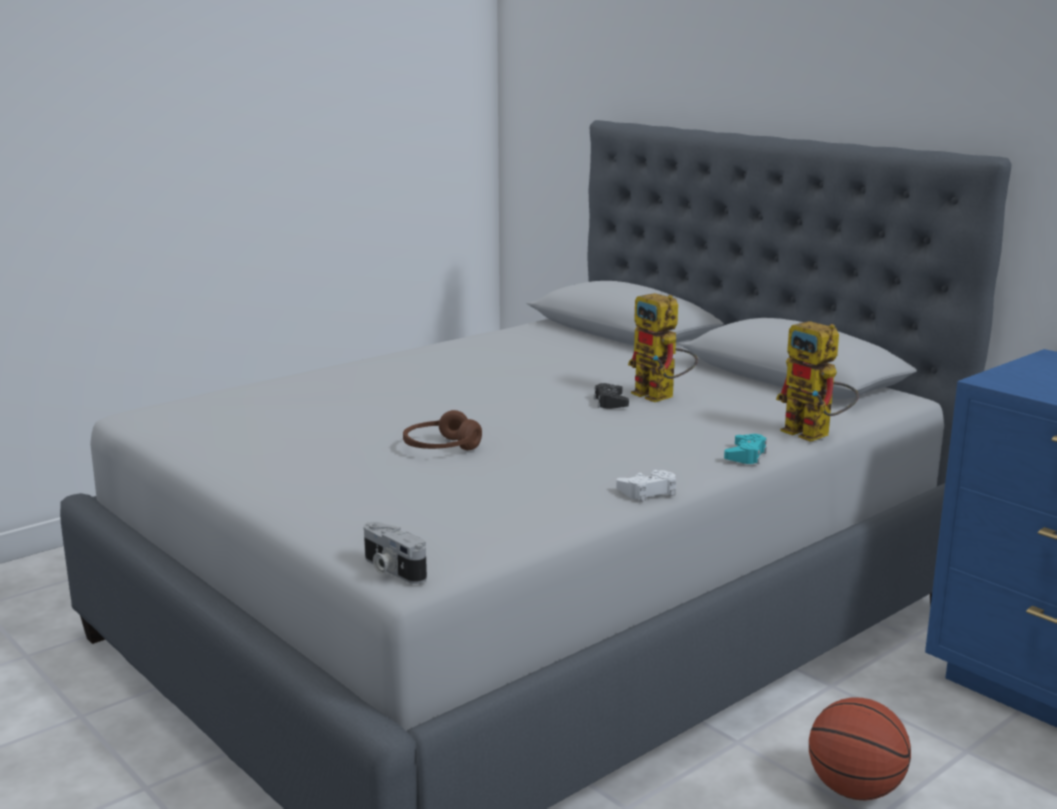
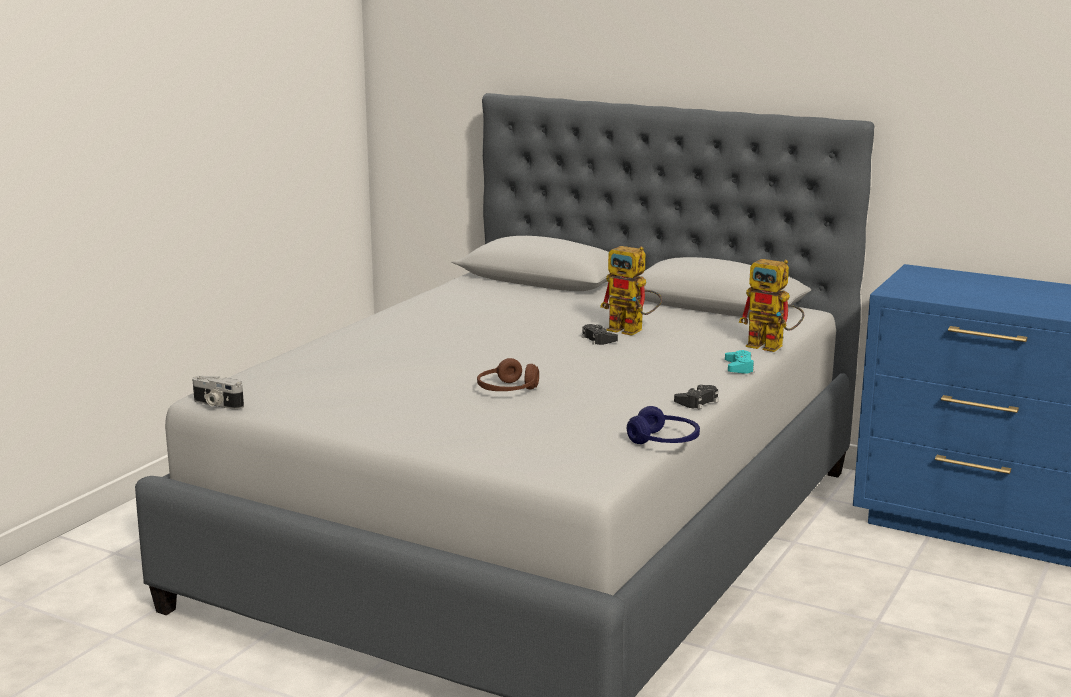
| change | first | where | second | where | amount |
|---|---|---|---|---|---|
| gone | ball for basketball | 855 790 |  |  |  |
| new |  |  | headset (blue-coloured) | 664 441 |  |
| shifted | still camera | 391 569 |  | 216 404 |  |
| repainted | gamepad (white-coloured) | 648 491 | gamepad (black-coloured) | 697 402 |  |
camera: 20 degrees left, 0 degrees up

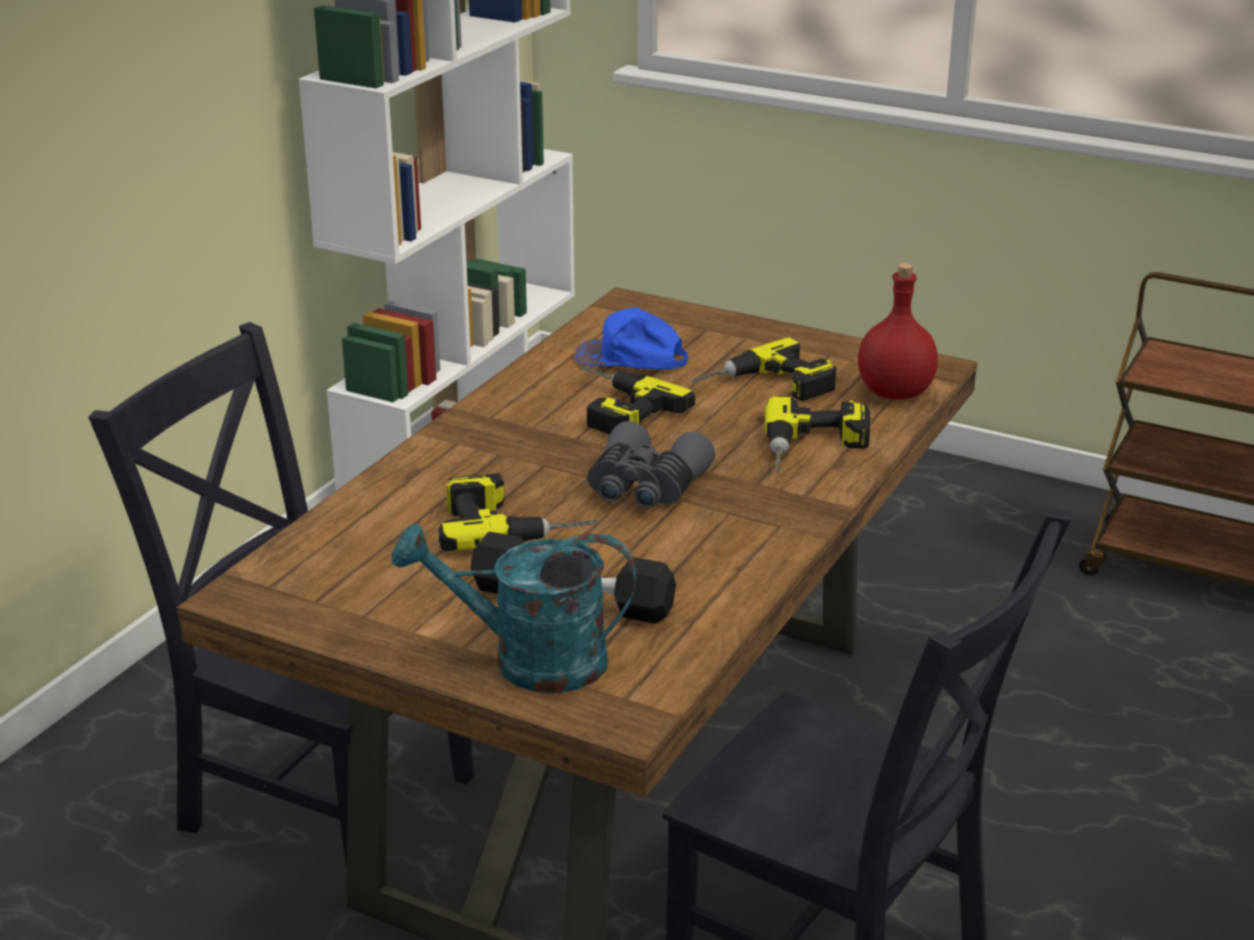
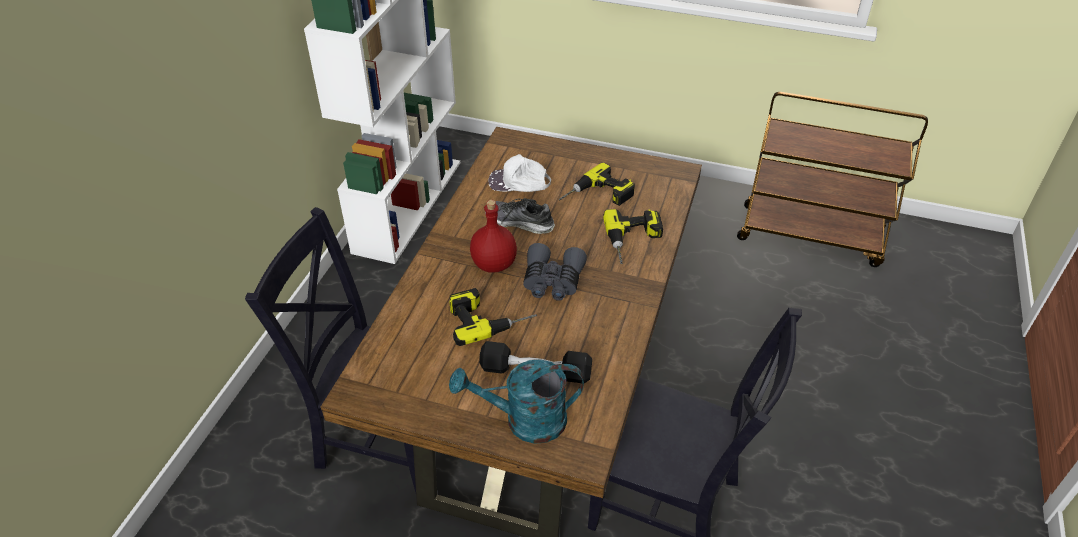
| change | first | where | second | where | amount |
|---|---|---|---|---|---|
| shifted | bottle (red-coloured) | 894 393 |  | 494 265 |  |
| swapped | drill | 612 408 | low shoe | 519 222 |  |
| repainted | baseball cap (blue-coloured) | 631 358 | baseball cap (white-coloured) | 519 182 |  |
camera: 10 degrees left, 15 degrees up

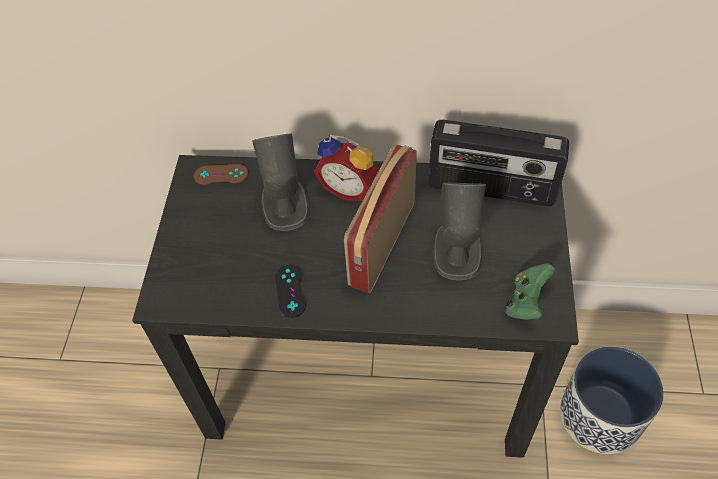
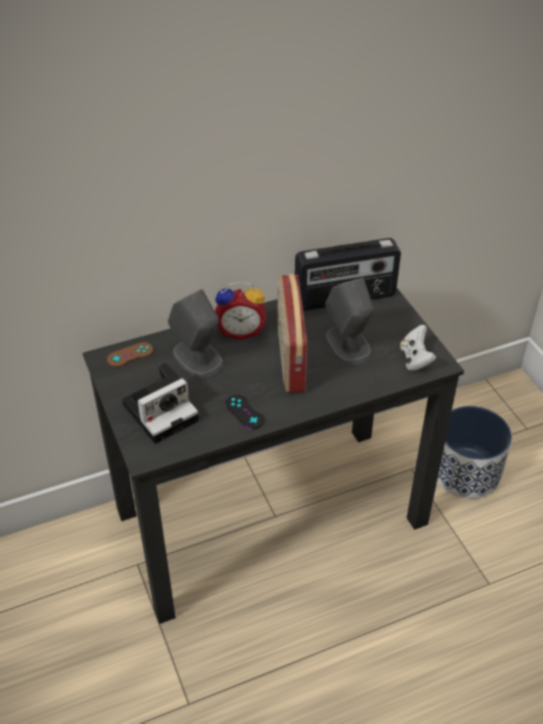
| change | first | where | second | where | amount |
|---|---|---|---|---|---|
| new |  |  | still camera | 162 410 |  |
| repainted | gamepad (green) | 526 302 | gamepad (white-coloured) | 415 359 |  |
camera: 30 degrees left, 10 degrees down

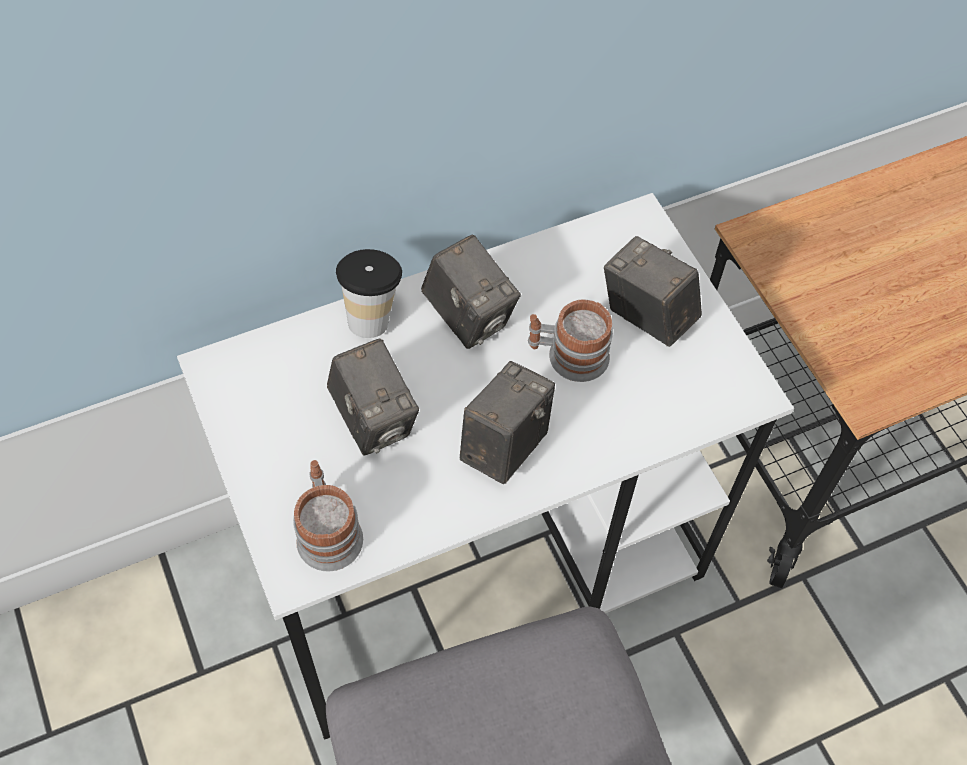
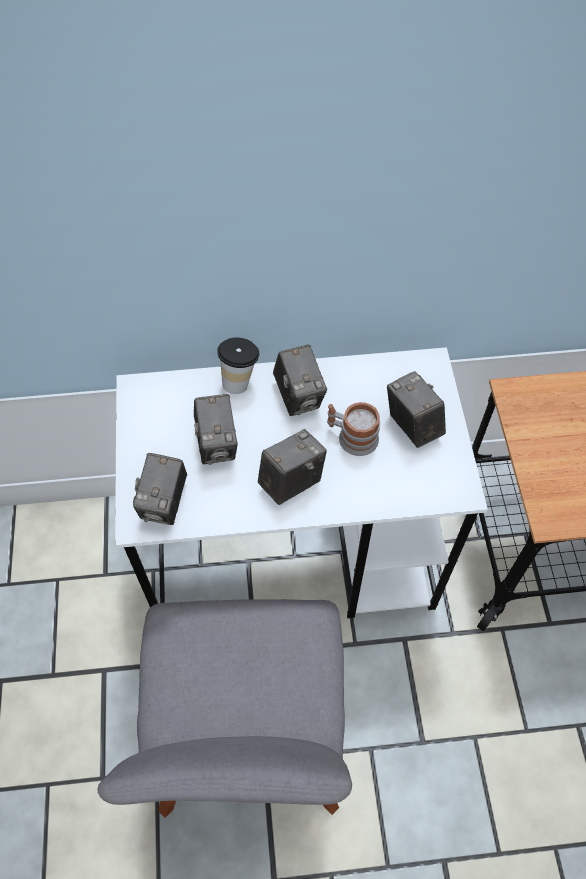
| change | first | where | second | where | amount |
|---|---|---|---|---|---|
| swapped | mug | 327 530 | still camera | 165 503 |  |
camera: 20 degrees right, 0 degrees up

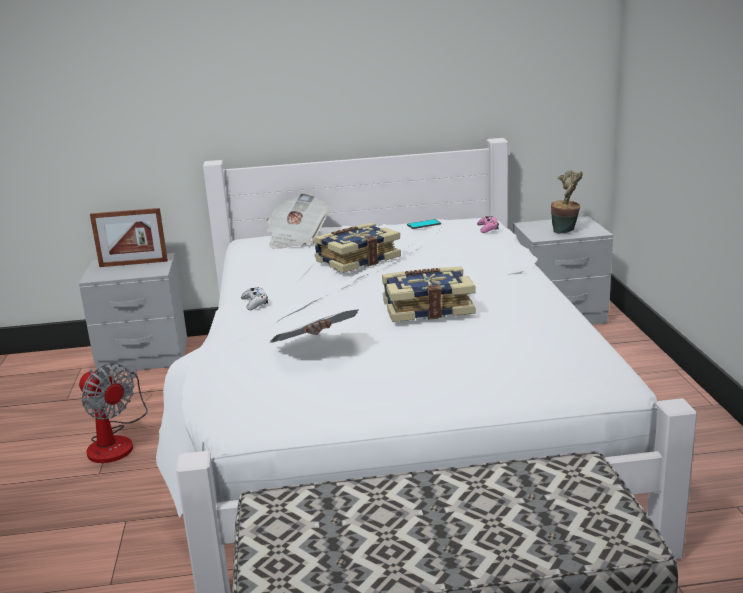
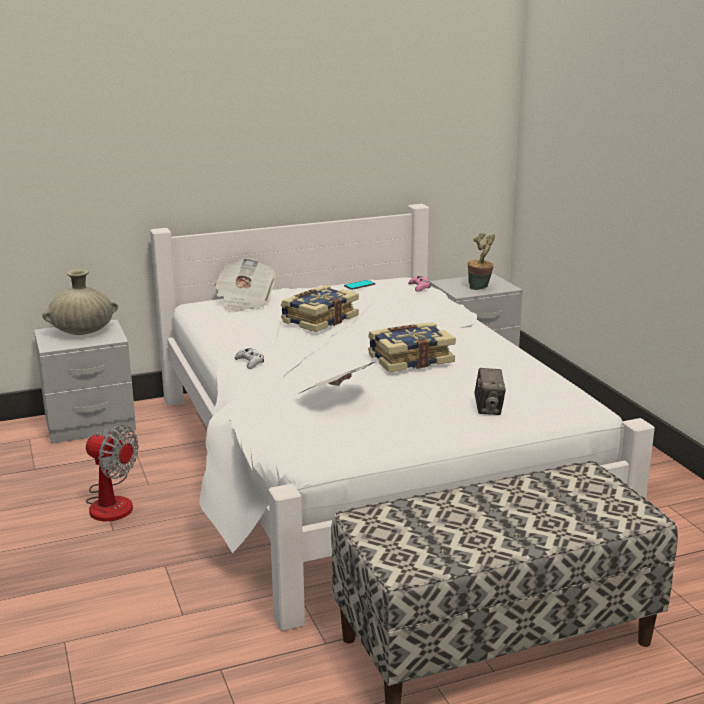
| change | first | where | second | where | amount |
|---|---|---|---|---|---|
| new |  |  | still camera | 489 409 |  |
| swapped | standing frame | 133 263 | flower vase (beige-coloured) | 82 331 |  |
camera: 15 degrees left, 0 degrees up

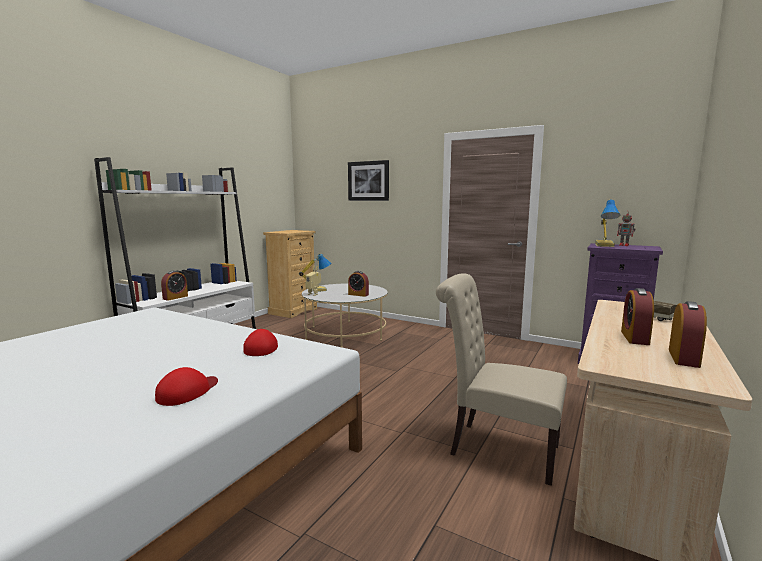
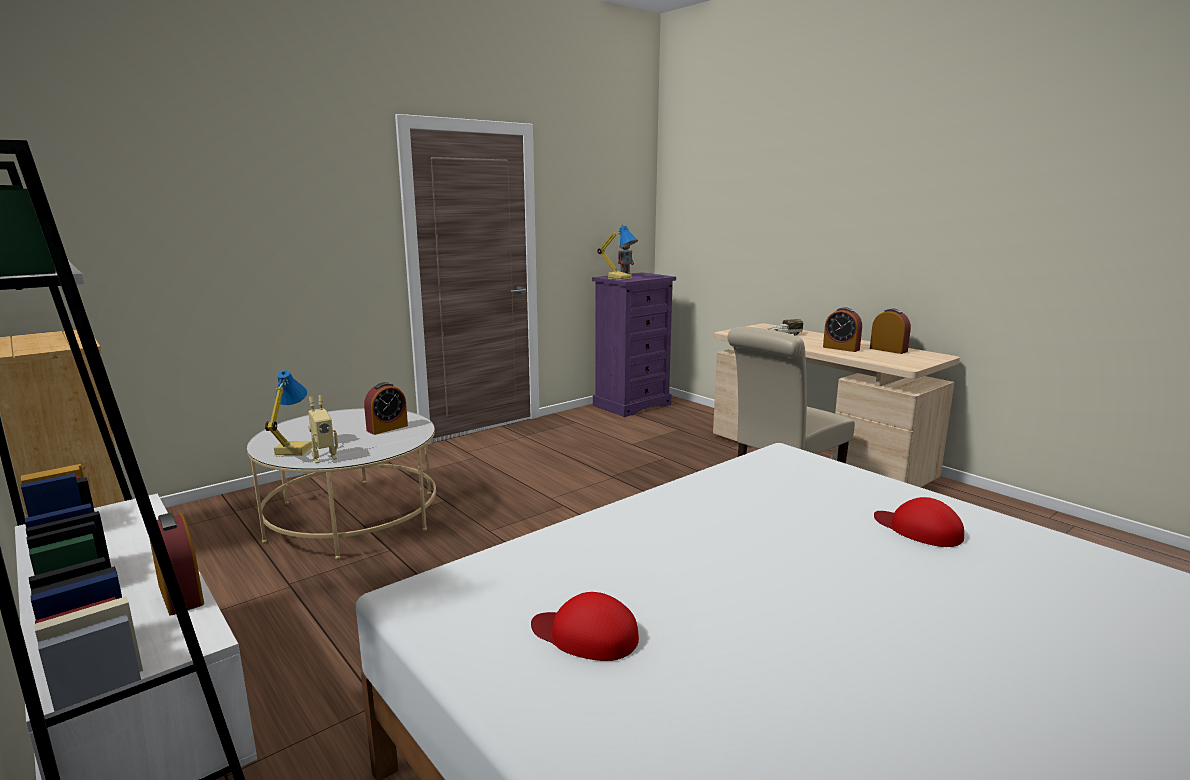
| change | first | where | second | where | amount |
|---|---|---|---|---|---|
| gone | wall art | 368 181 |  |  |  |
| shifted | baseball cap (red-coloured) | 262 347 |  | 585 635 |  |
camera: 70 degrees left, 5 degrees up

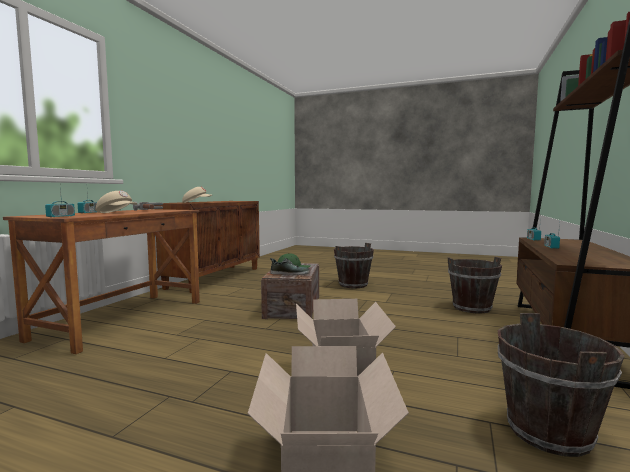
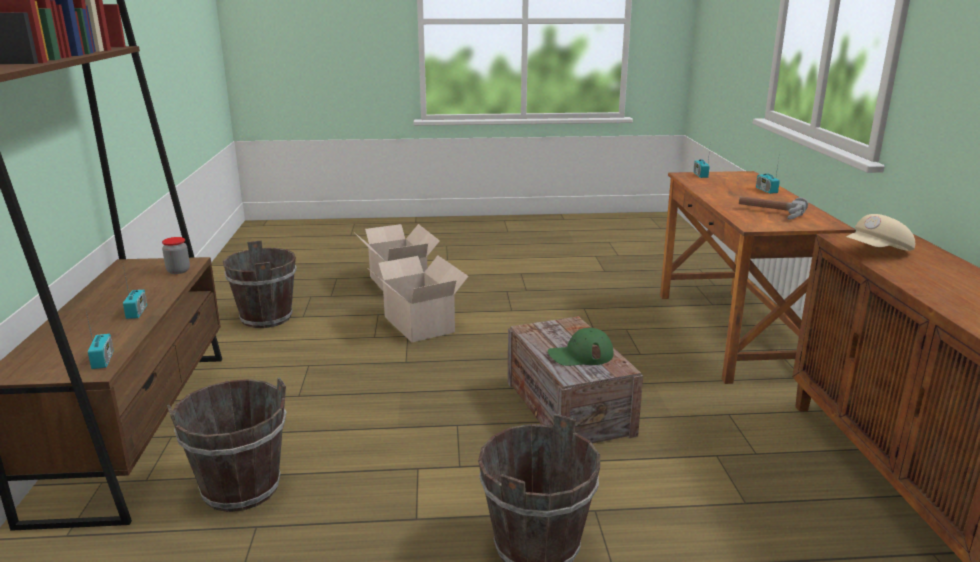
| change | first | where | second | where | amount |
|---|---|---|---|---|---|
| gone | baseball cap (beige-coloured) | 117 213 |  |  |  |
| gone | low shoe | 289 273 |  |  |  |
| new |  |  | storage jar | 178 271 |  |
camera: 155 degrees right, 15 degrees up

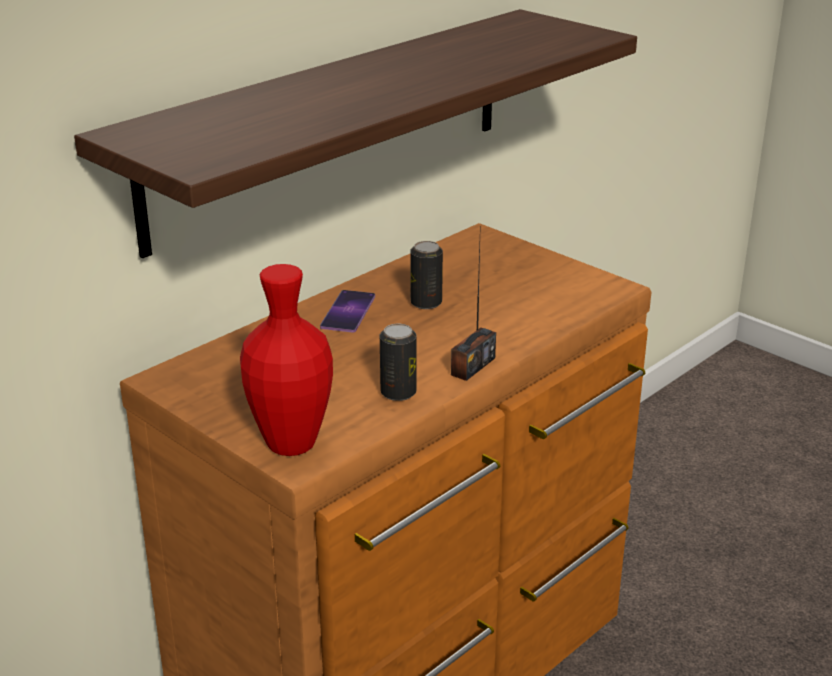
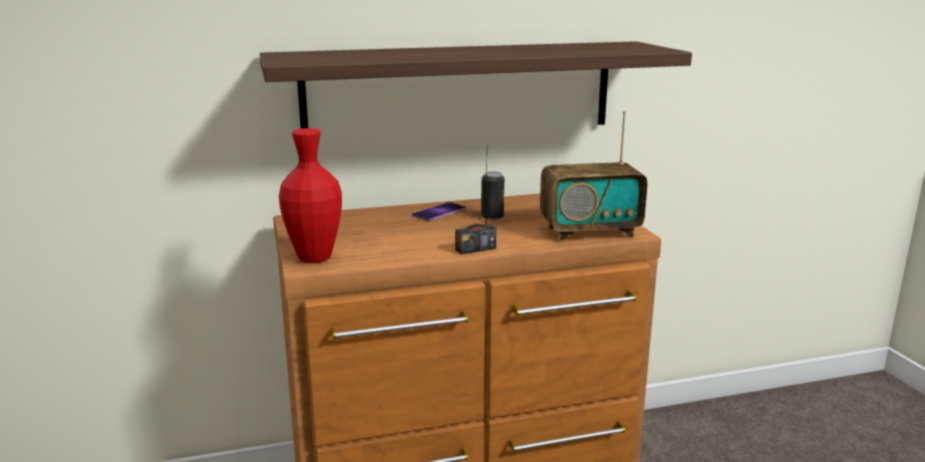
| change | first | where | second | where | amount |
|---|---|---|---|---|---|
| gone | sealed can | 398 393 |  |  |  |
| new |  |  | radio set | 589 232 |  |
camera: 30 degrees right, 10 degrees down

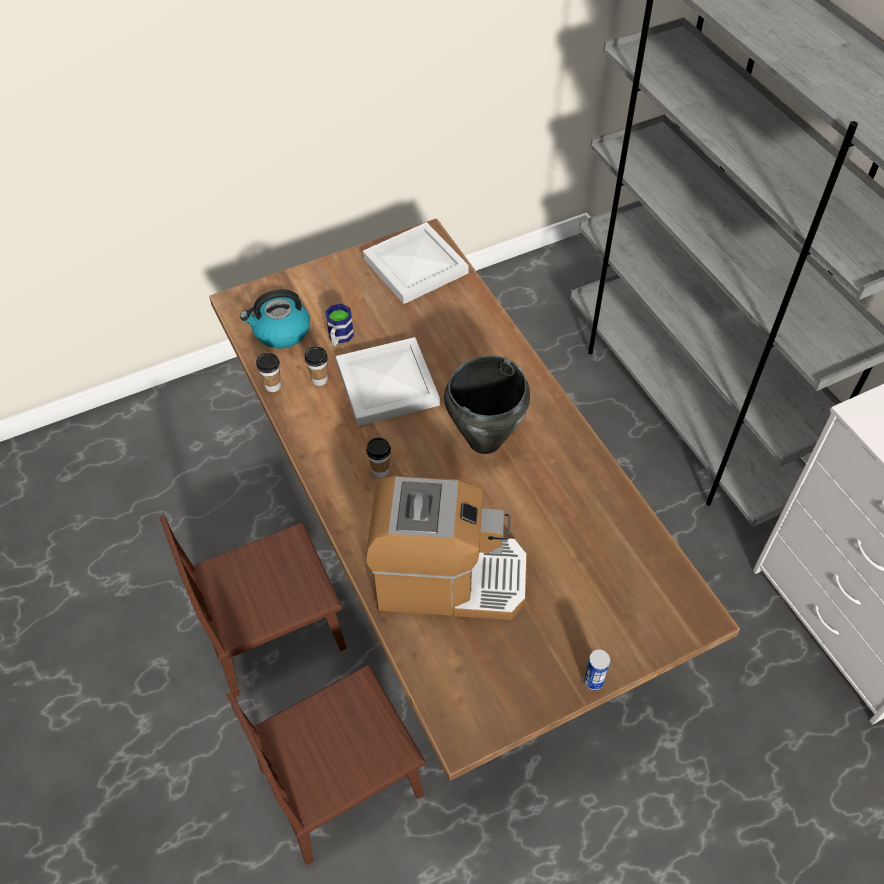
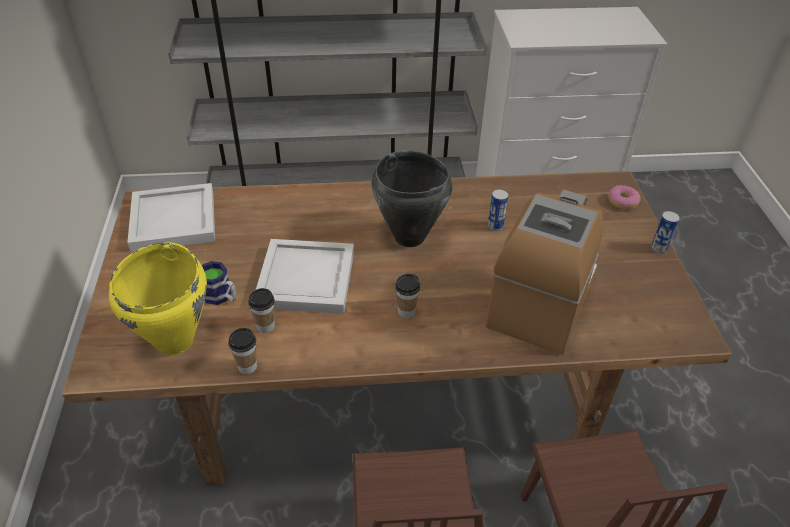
| change | first | where | second | where | amount |
|---|---|---|---|---|---|
| new |  |  | sealed can | 495 226 |  |
| new |  |  | donut | 622 202 |  |
| swapped | water kettle | 281 332 | cooking pot (yellow-coloured) | 176 341 |  |
camera: 70 degrees left, 10 degrees down

